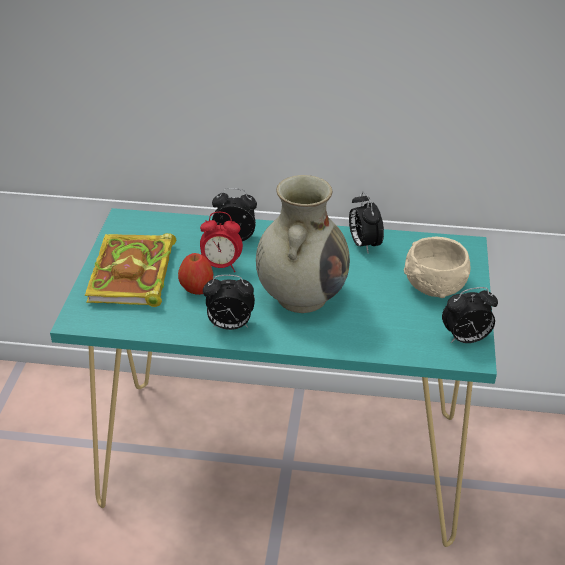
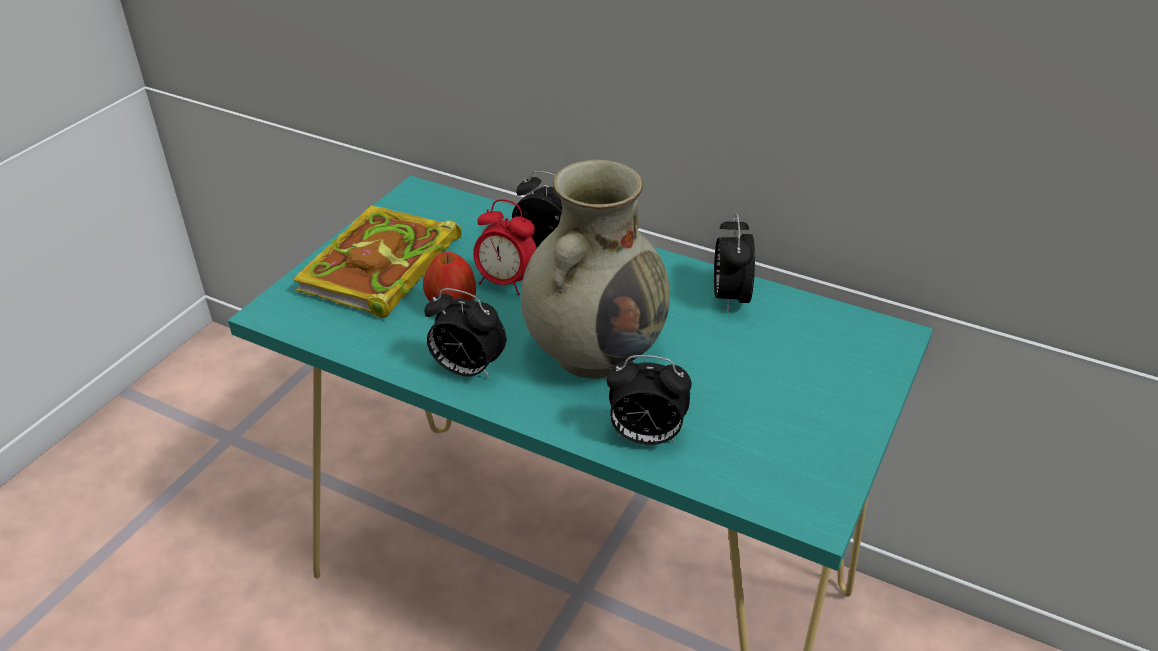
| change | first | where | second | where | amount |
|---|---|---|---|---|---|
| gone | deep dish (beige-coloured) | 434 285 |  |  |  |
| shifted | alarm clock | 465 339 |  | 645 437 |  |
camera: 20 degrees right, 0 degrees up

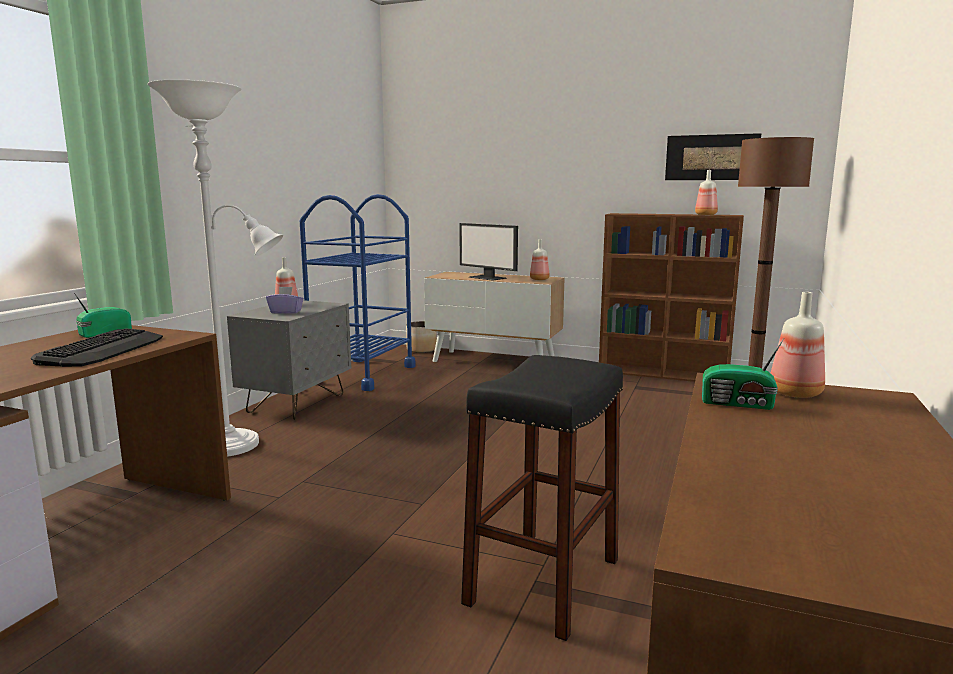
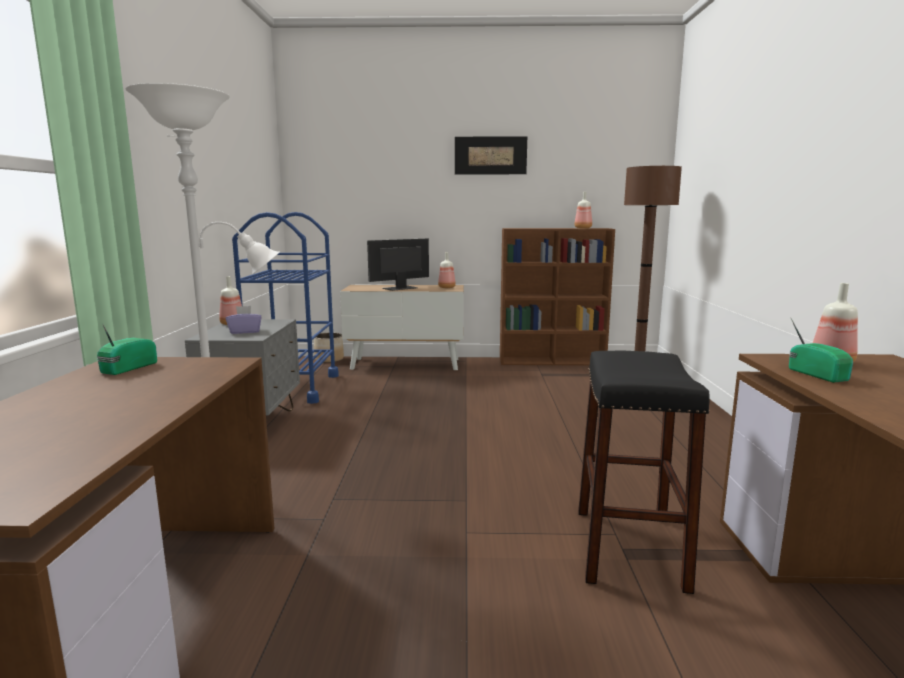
| change | first | where | second | where | amount |
|---|---|---|---|---|---|
| gone | keyboard | 103 350 |  |  |  |
| shifted | wall art | 711 157 |  | 490 155 |  |
| rotated | monitor | 488 278 |  | 400 288 | 120 degrees clockwise |
| rotated | radio set | 739 404 |  | 817 374 | 105 degrees counterclockwise |
camera: 20 degrees left, 0 degrees up

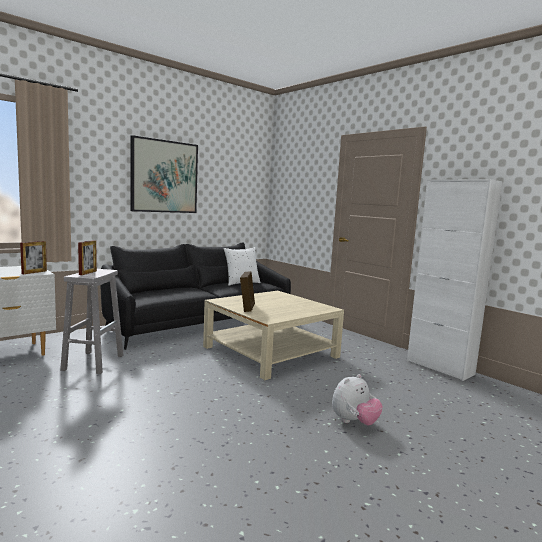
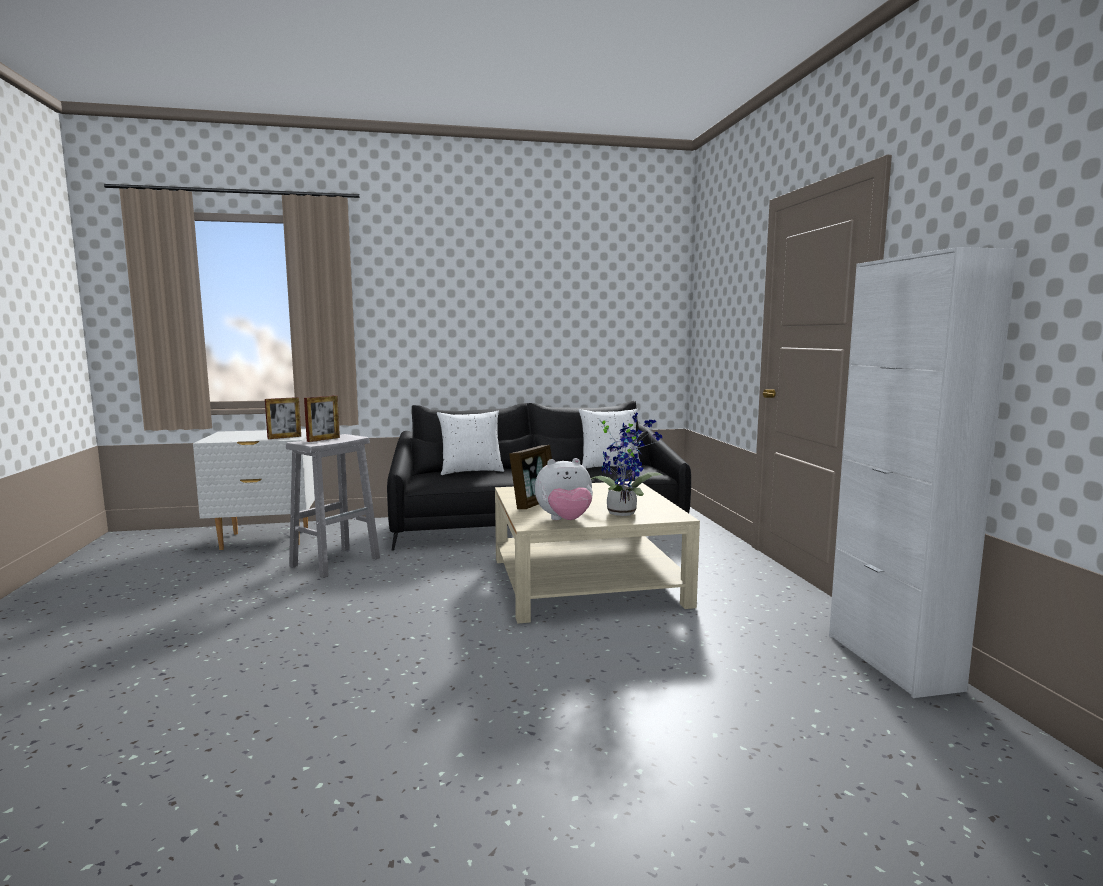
| change | first | where | second | where | amount |
|---|---|---|---|---|---|
| gone | wall art | 164 176 |  |  |  |
| new |  |  | throw pillow (white-coloured) | 471 471 |  |
| new |  |  | potted plant | 624 512 |  |
| shifted | cuddly toy | 354 422 |  | 565 521 |  |
camera: 30 degrees right, 0 degrees up

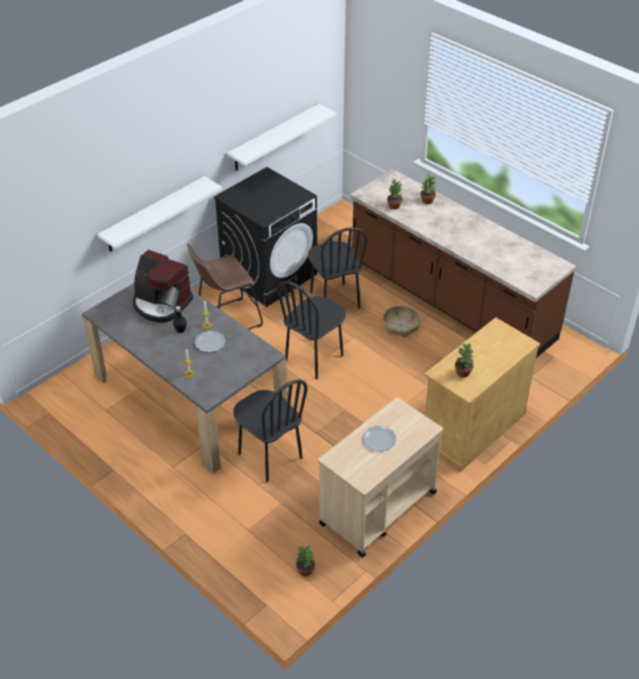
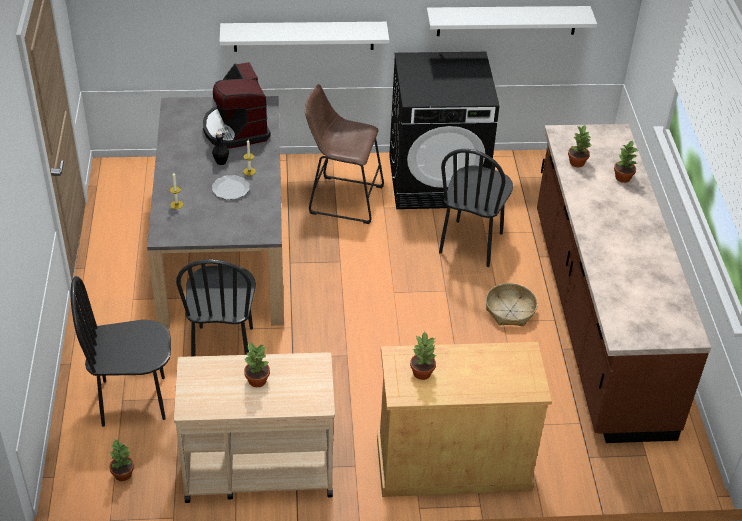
| change | first | where | second | where | amount |
|---|---|---|---|---|---|
| shifted | plain chair (black-coloured) | 314 358 |  | 133 400 |  |
| swapped | flat dish | 379 440 | potted plant | 256 380 |  |
camera: 40 degrees right, 0 degrees up

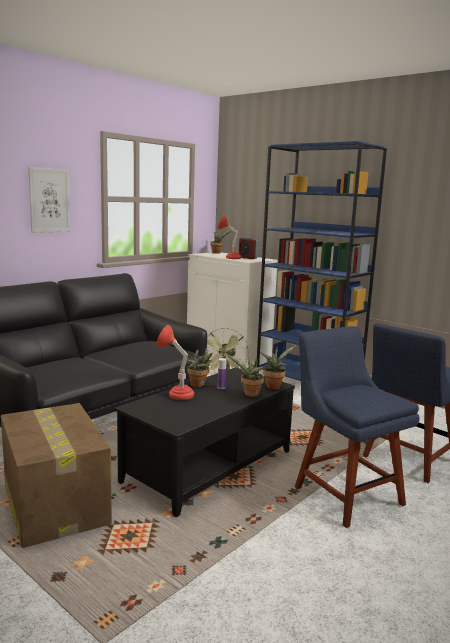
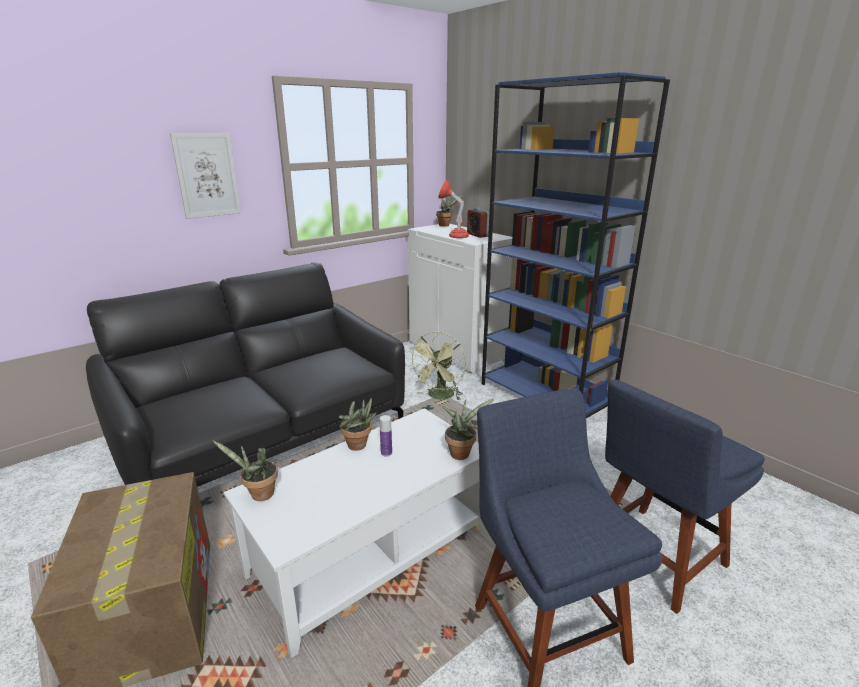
| change | first | where | second | where | amount |
|---|---|---|---|---|---|
| gone | table lamp (red-coloured) | 175 394 |  |  |  |
| shifted | potted plant | 249 394 |  | 259 495 |  |
| repainted | lounge table (black-coloured) | 208 466 | lounge table (white-coloured) | 370 551 |  |
camera: 10 degrees right, 10 degrees up

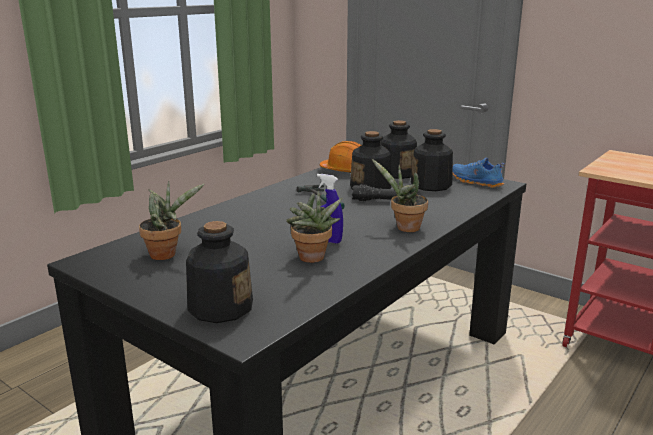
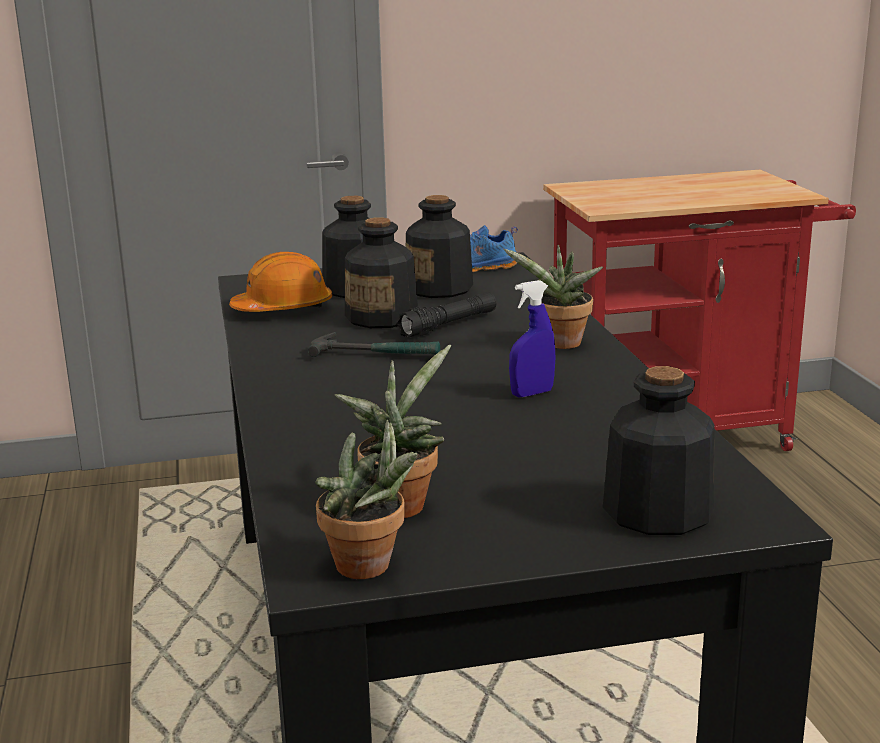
| change | first | where | second | where | amount |
|---|---|---|---|---|---|
| shifted | potted plant | 312 259 |  | 371 567 |  |
camera: 50 degrees left, 0 degrees up

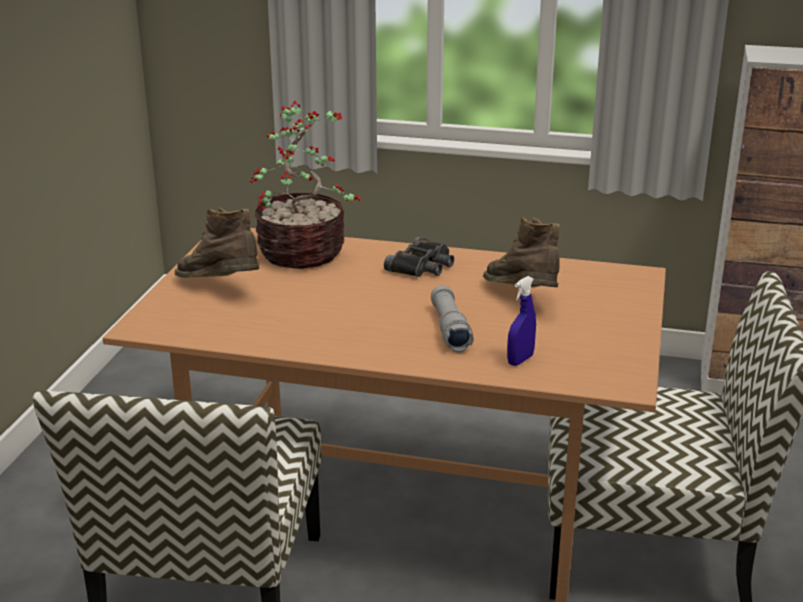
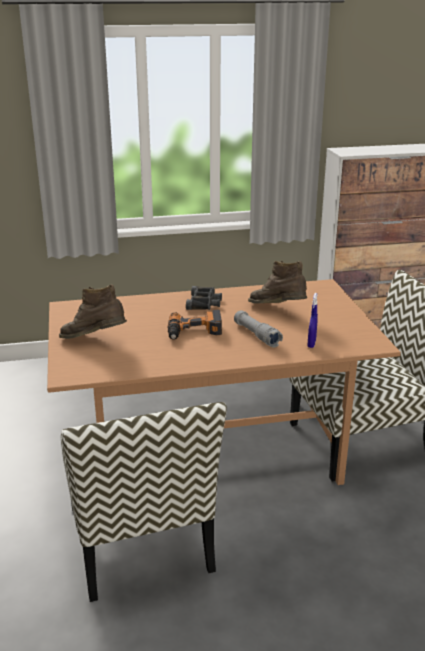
| change | first | where | second | where | amount |
|---|---|---|---|---|---|
| gone | potted plant | 304 253 |  |  |  |
| new |  |  | drill | 194 332 |  |
camera: 25 degrees left, 0 degrees up

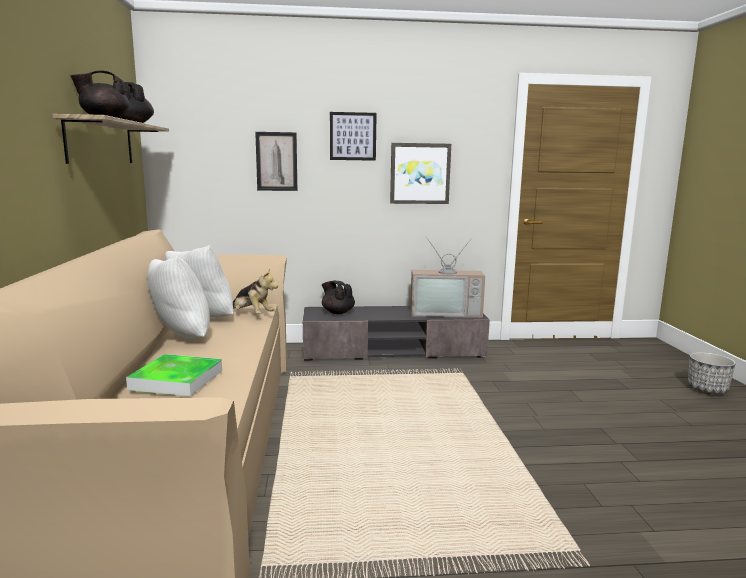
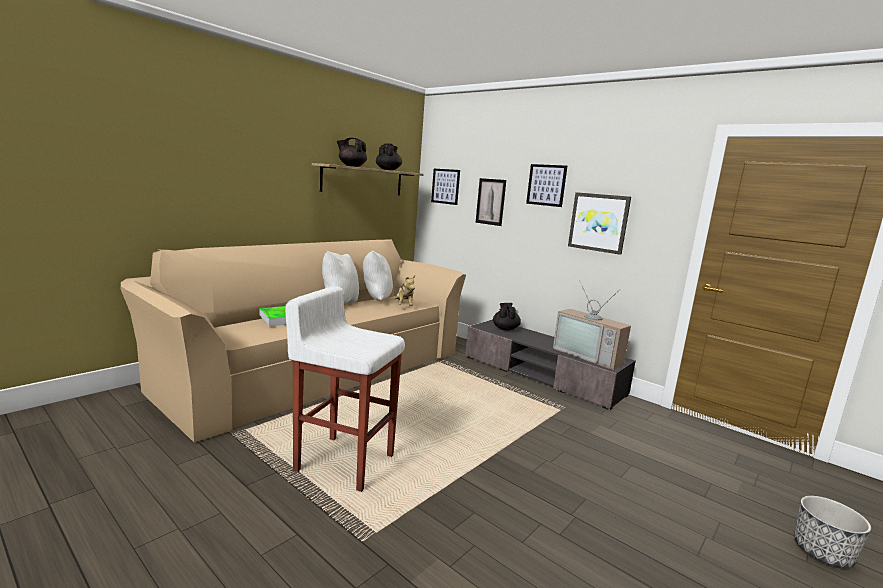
| change | first | where | second | where | amount |
|---|---|---|---|---|---|
| new |  |  | stool seat (white-coloured) | 344 461 |  |
| new |  |  | wall art | 445 186 |  |
camera: 45 degrees right, 0 degrees up

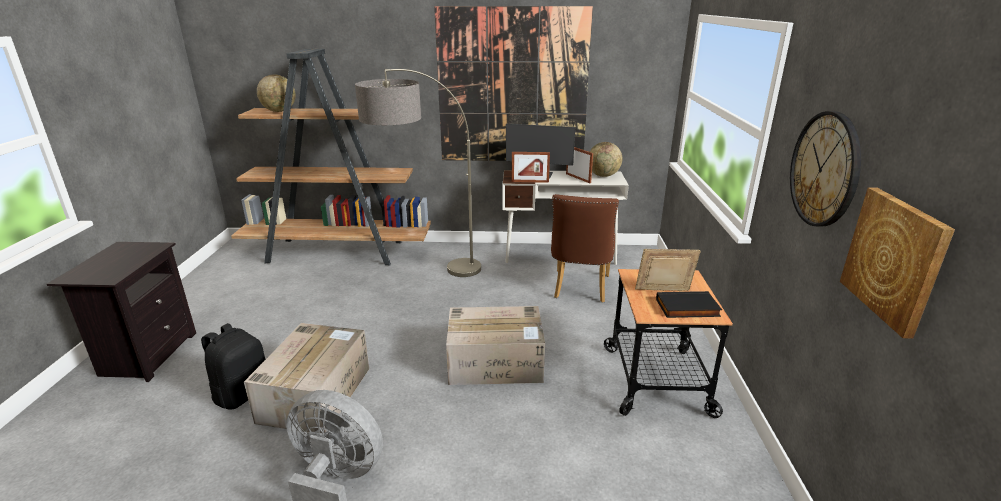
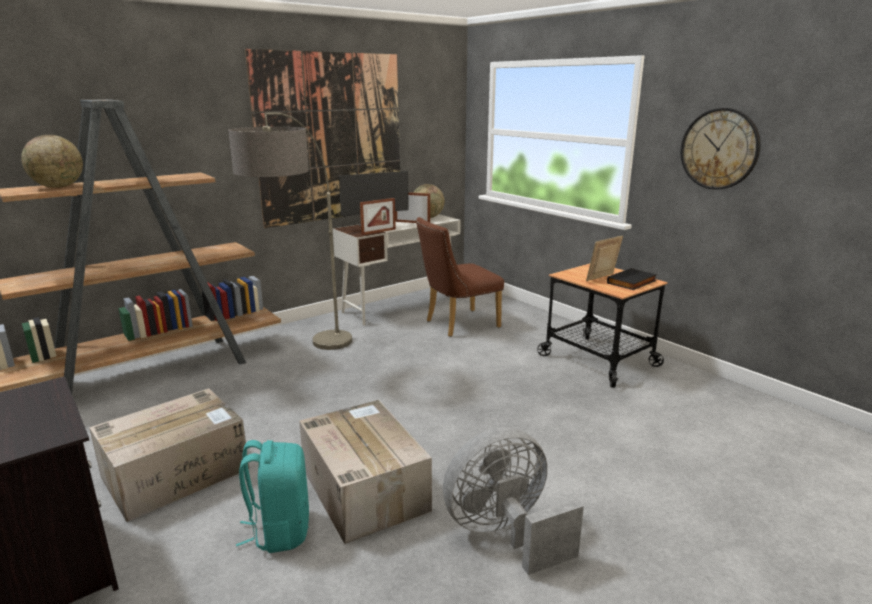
| change | first | where | second | where | amount |
|---|---|---|---|---|---|
| gone | wall art | 894 259 |  |  |  |
| shifted | cardboard box | 496 362 |  | 177 472 |  |
| repainted | rucksack (black-coloured) | 242 393 | rucksack (turquoise-coloured) | 280 530 |  |
| rotated | plain chair (brown-coloured) | 579 289 |  | 457 324 | 90 degrees clockwise |
camera: 40 degrees left, 5 degrees down

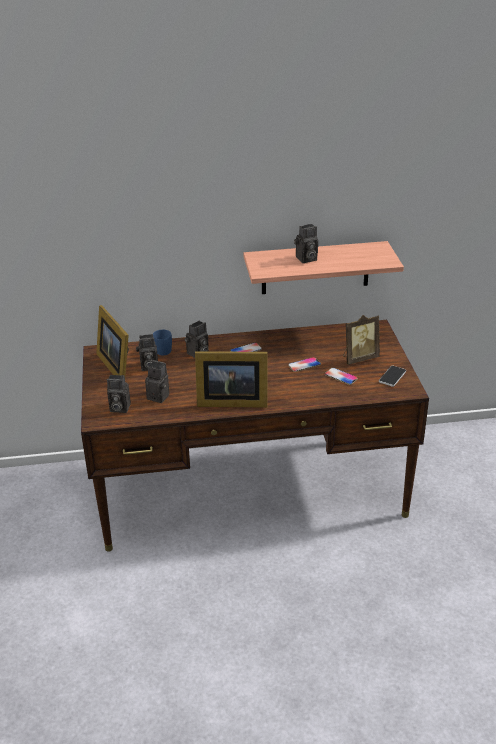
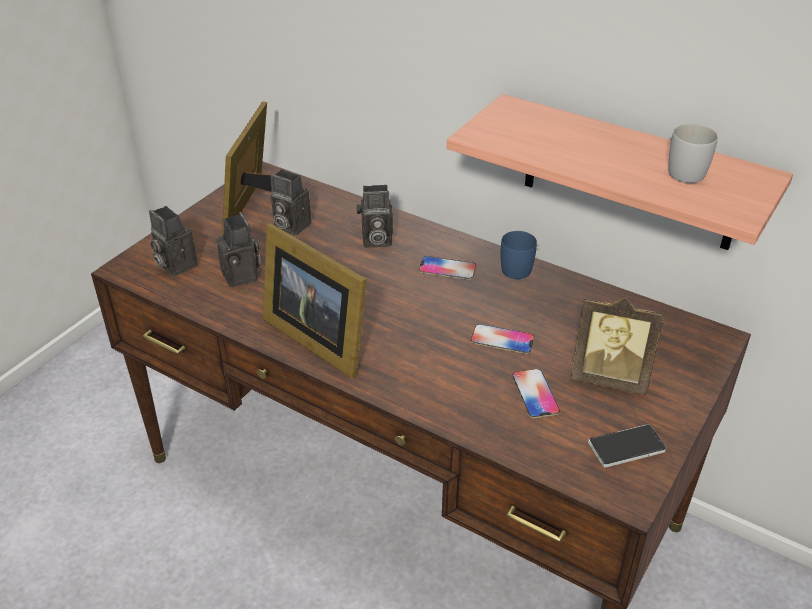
| change | first | where | second | where | amount |
|---|---|---|---|---|---|
| gone | still camera | 306 259 |  |  |  |
| new |  |  | mug (white-coloured) | 684 170 |  |
| shifted | mug (blue-coloured) | 163 349 |  | 519 267 |  |
camera: 40 degrees right, 5 degrees up

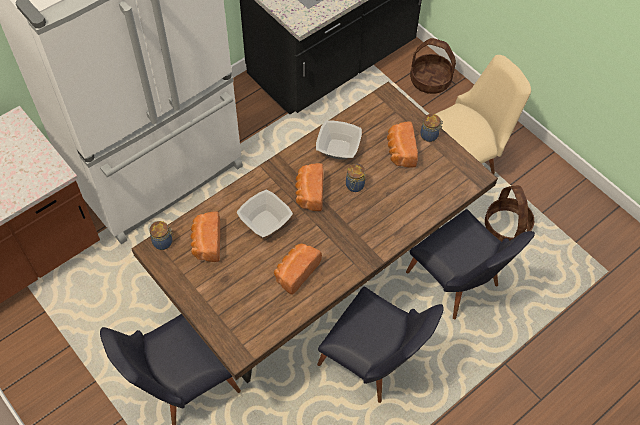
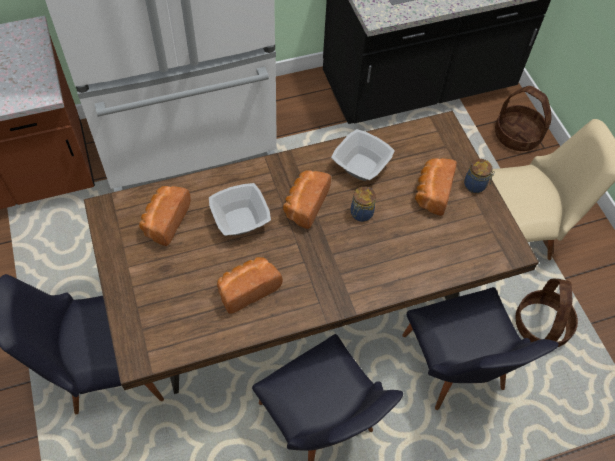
| change | first | where | second | where | amount |
|---|---|---|---|---|---|
| gone | storage jar | 163 242 |  |  |  |
camera: 20 degrees right, 0 degrees up

